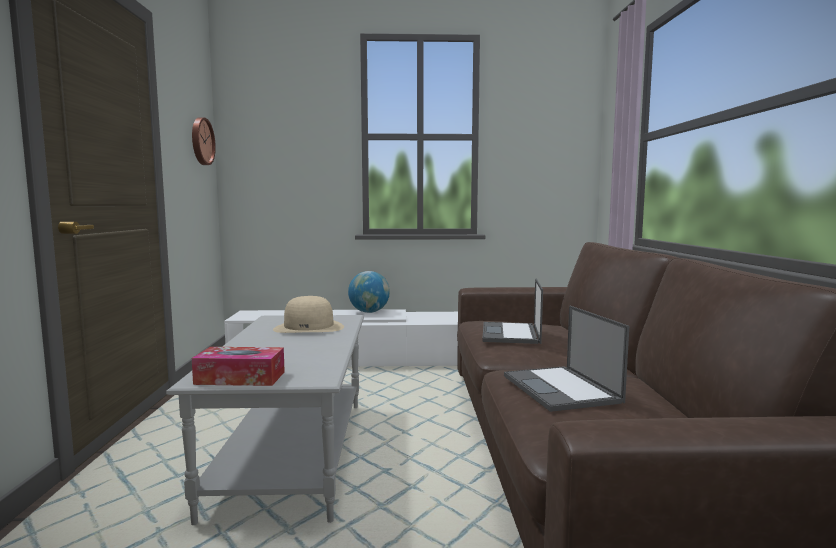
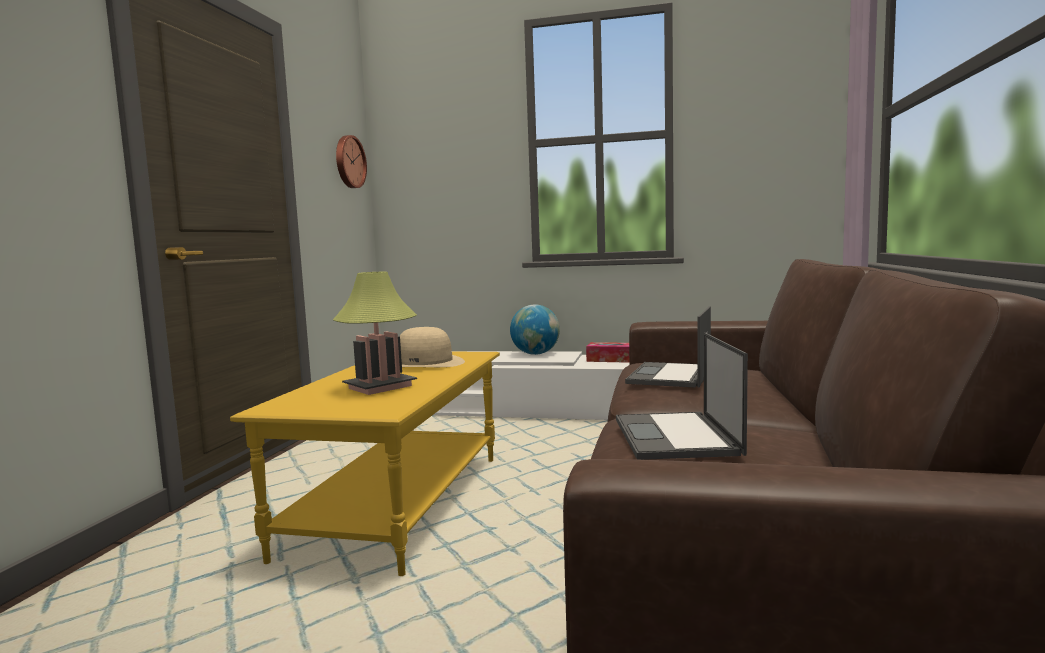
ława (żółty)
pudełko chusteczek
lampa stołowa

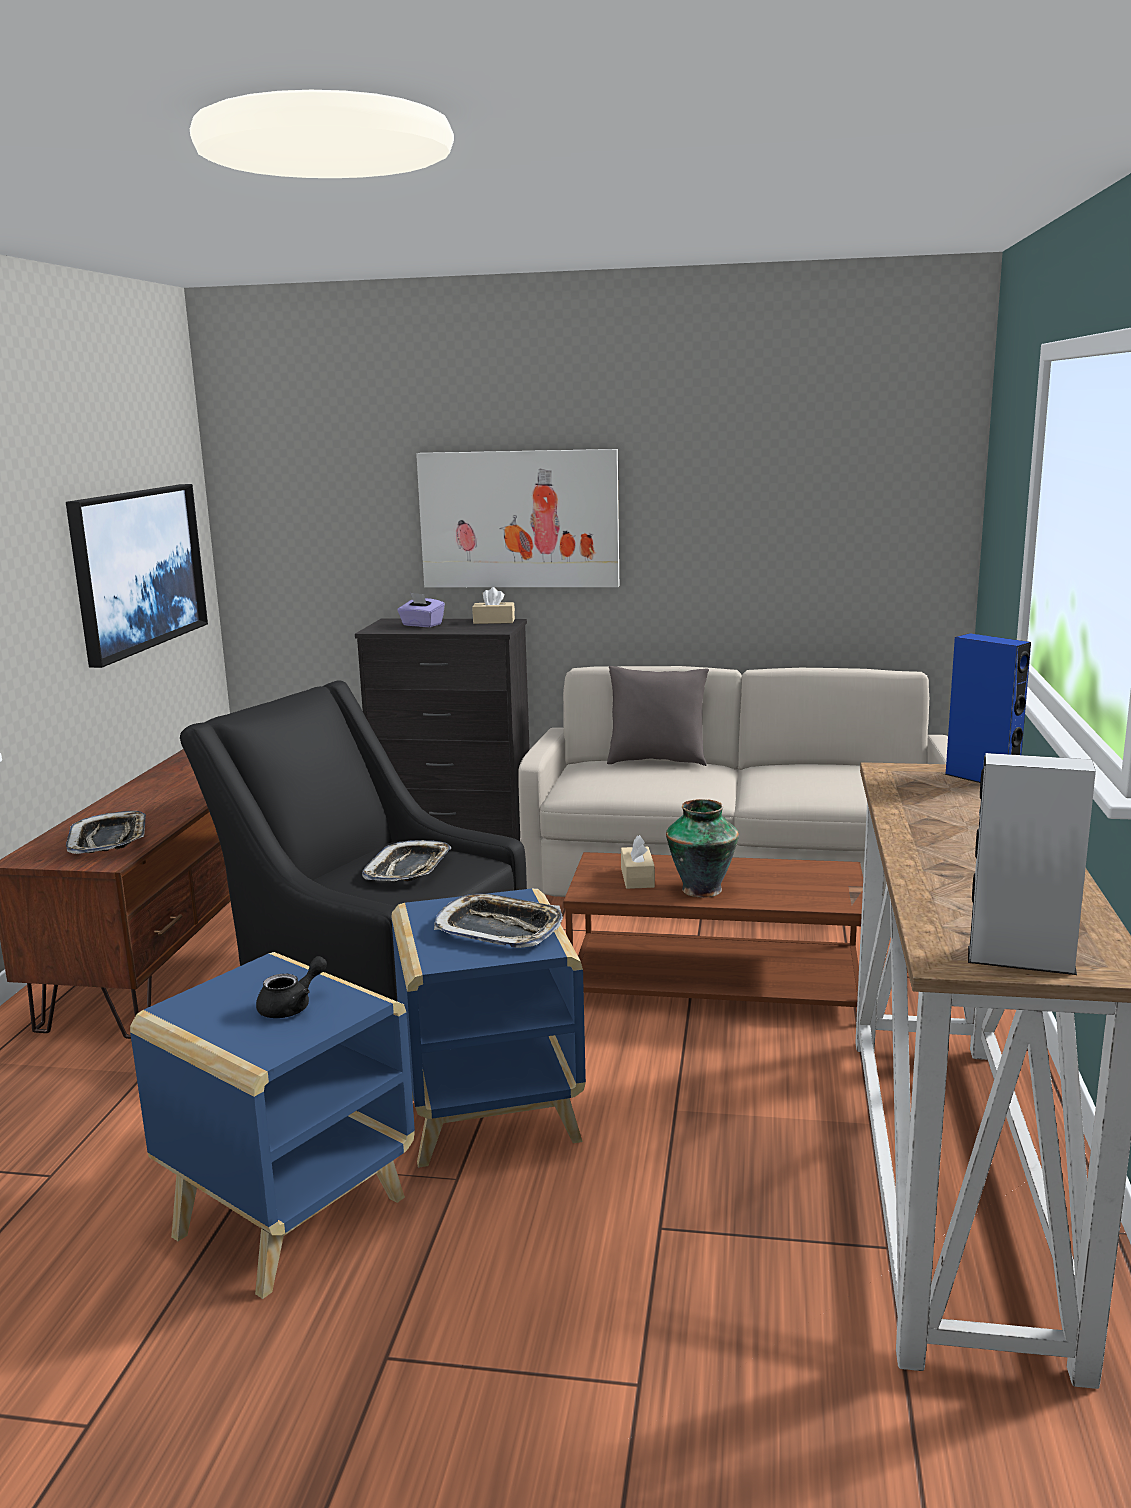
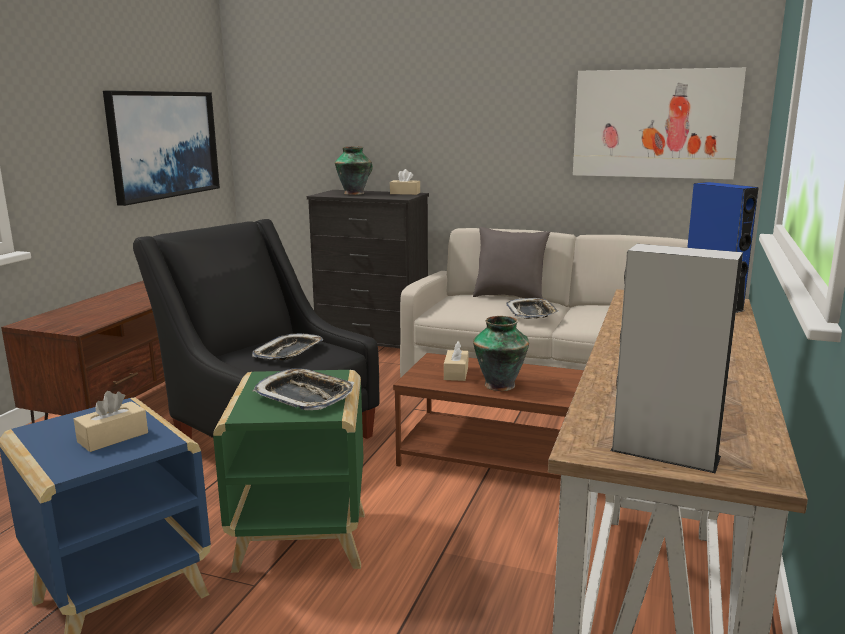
obraz (no. 2 from left)
wazon (no. 1 from left)
taca (no. 3 from left)
stolik (zielony)
pudełko chusteczek (beżowy) (no. 1 from left)

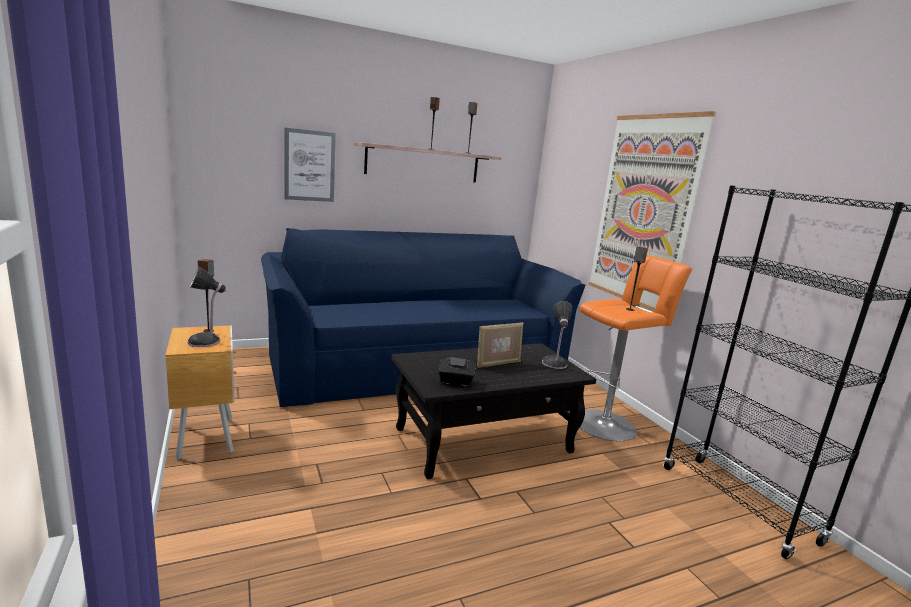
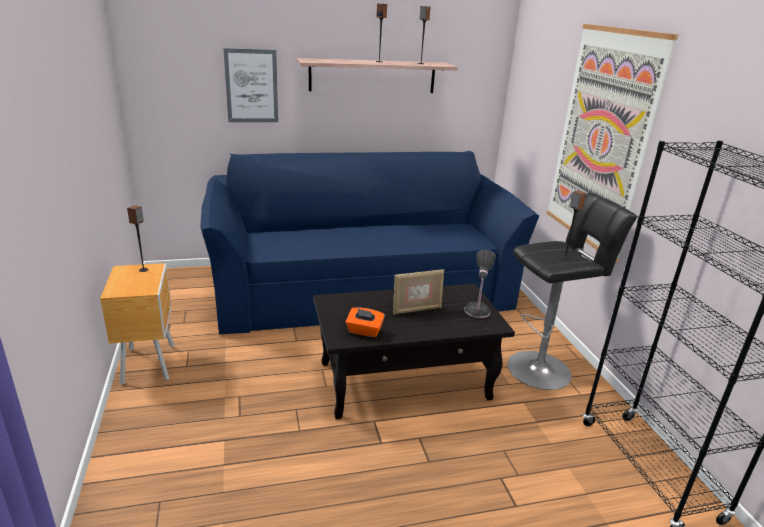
stołek (czarny)
lampa stołowa (no. 1 from left in the first image)
pudełko chusteczek (pomarańczowy)

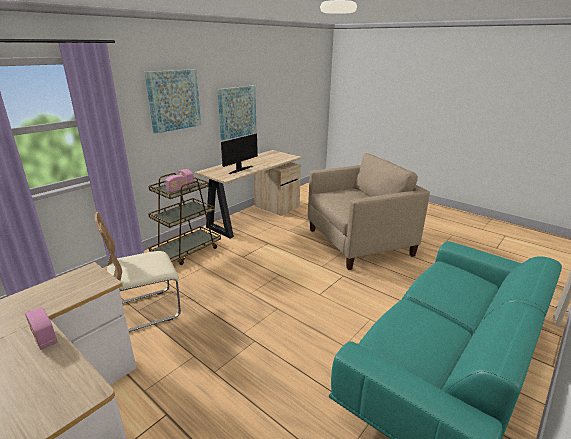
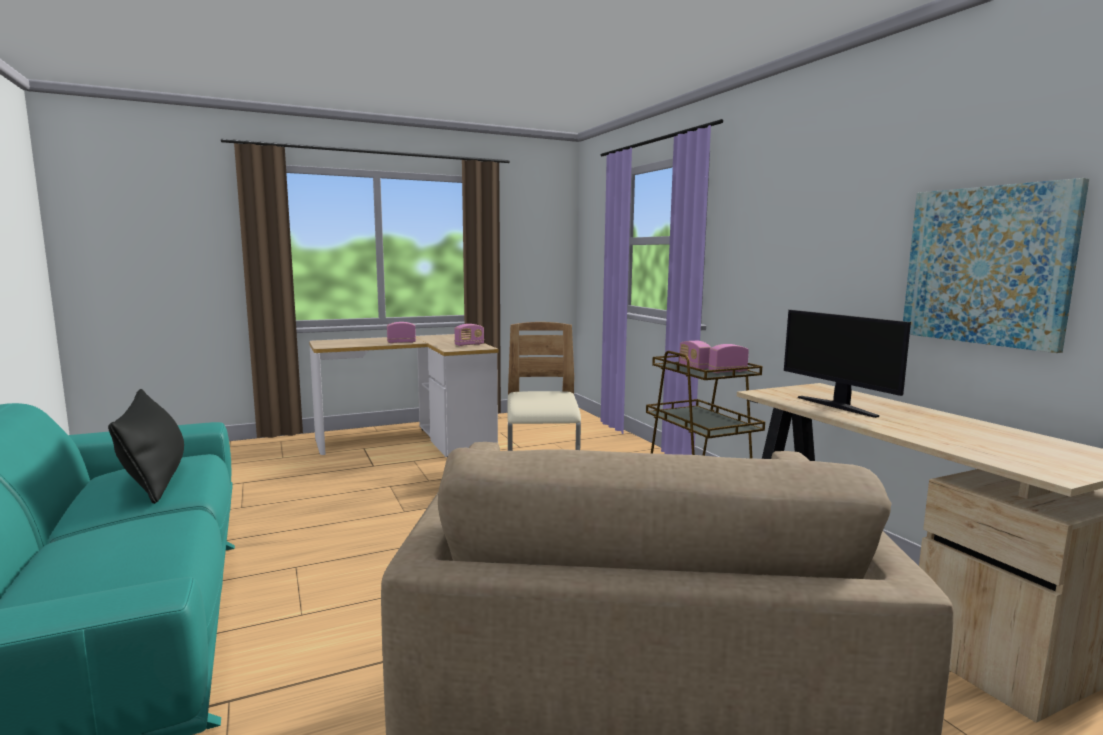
obraz (no. 1 from left in the first image)
radio (no. 2 from left)
poduszka (czarny)

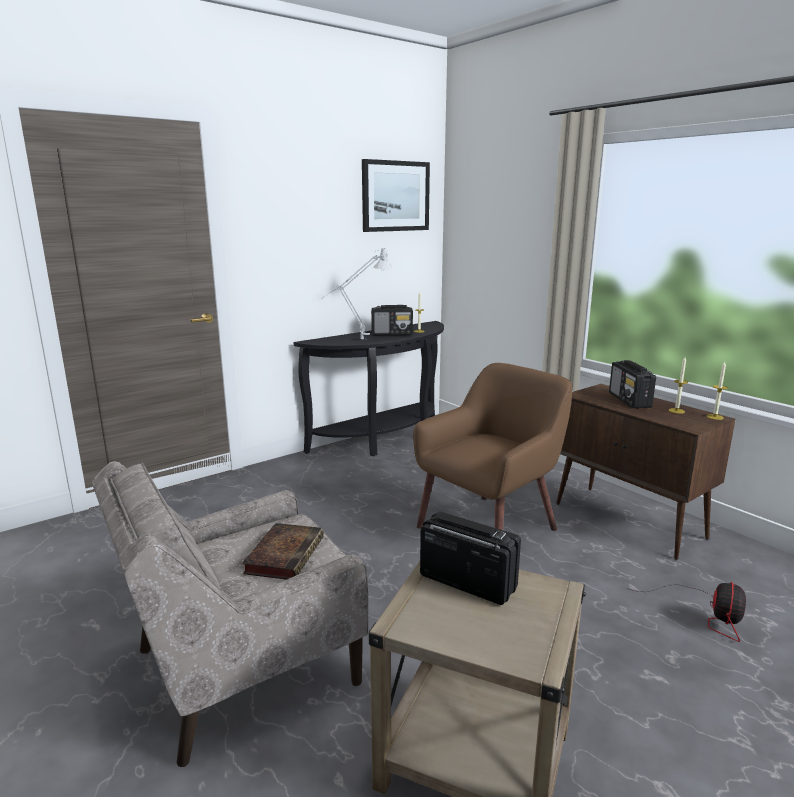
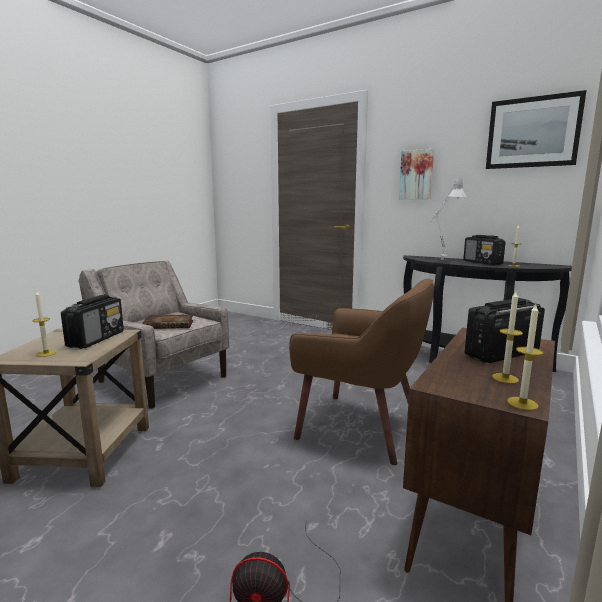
obraz (no. 1 from left)
świeca (no. 1 from left)

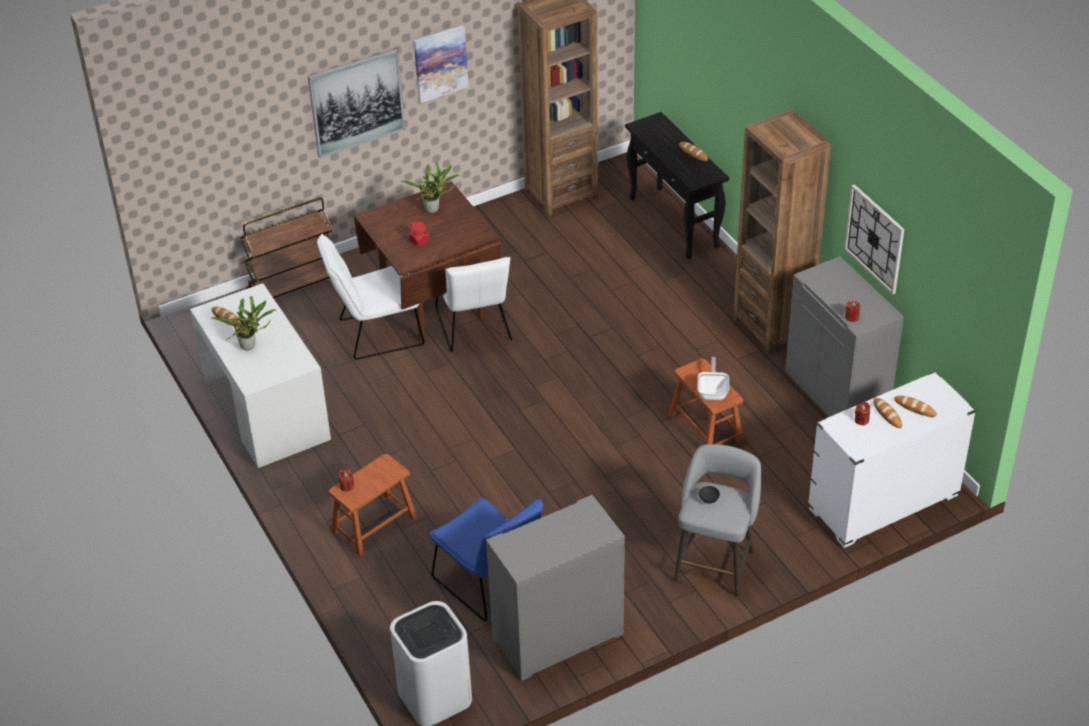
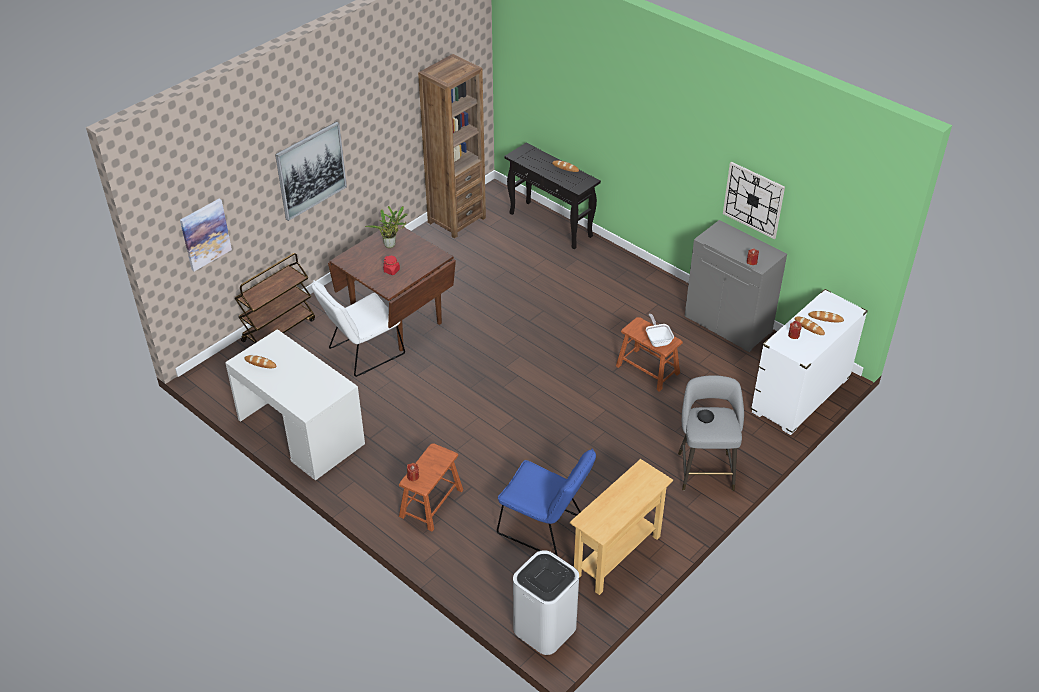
obraz (no. 1 from left)
regał (brązowy) (no. 2 from left in the first image)
krzesło (biały) (no. 2 from left in the first image)
roślina doniczkowa (no. 1 from left in the first image)
stolik konsolowy (beżowy)

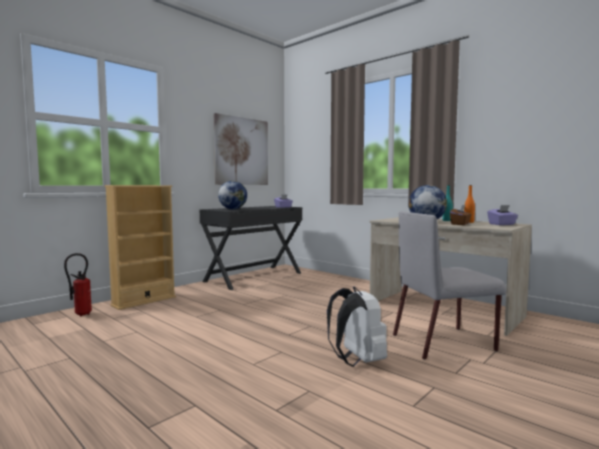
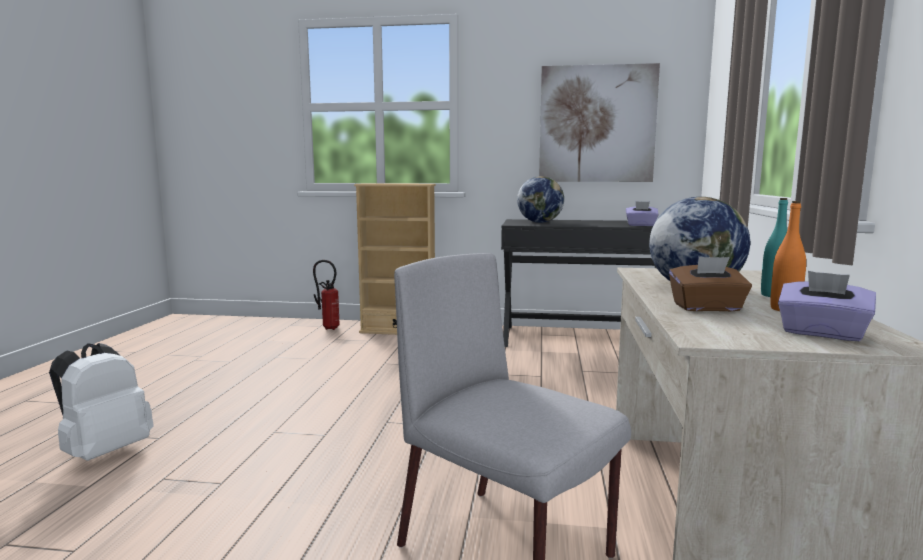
plecak (biały)

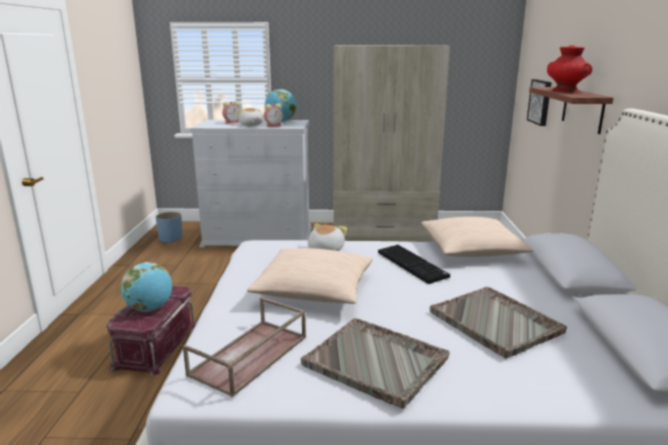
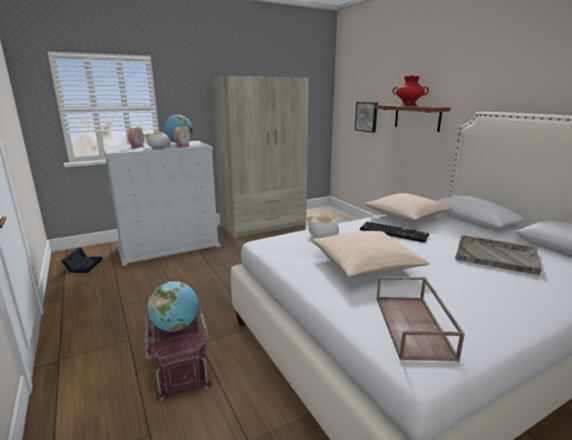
pojemnik do przechowywania (czarny)
taca (szary) (no. 1 from left in the first image)

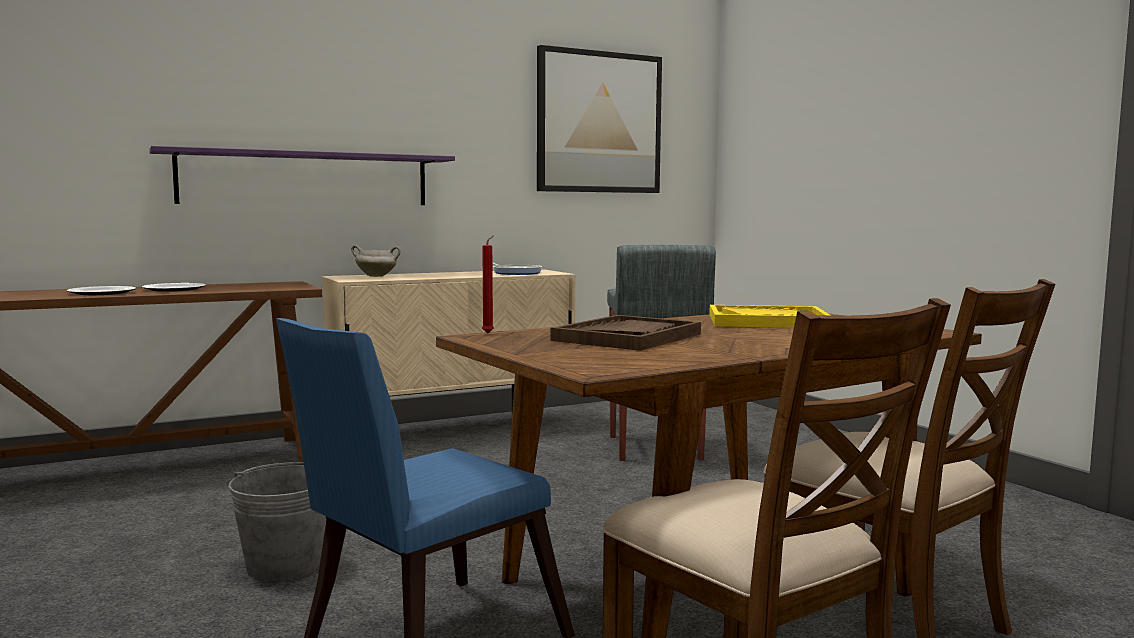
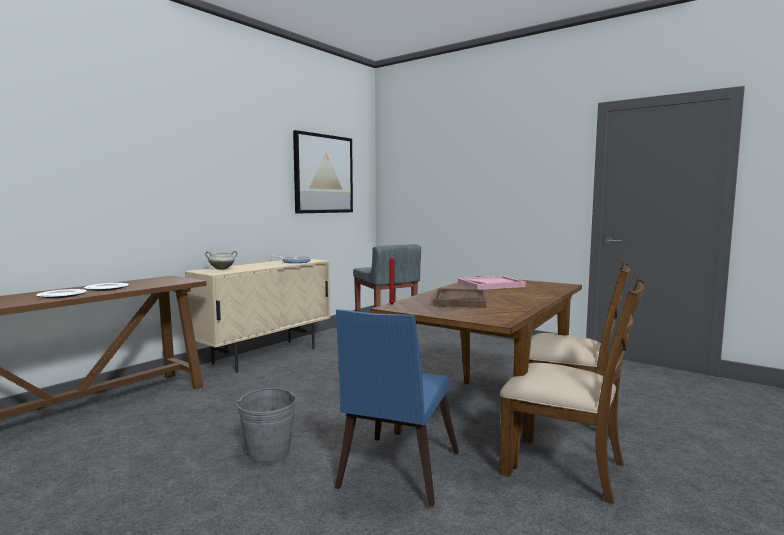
półka (fioletowy)
taca (różowy)

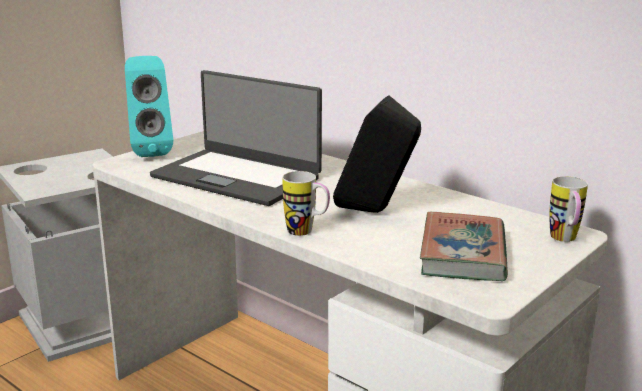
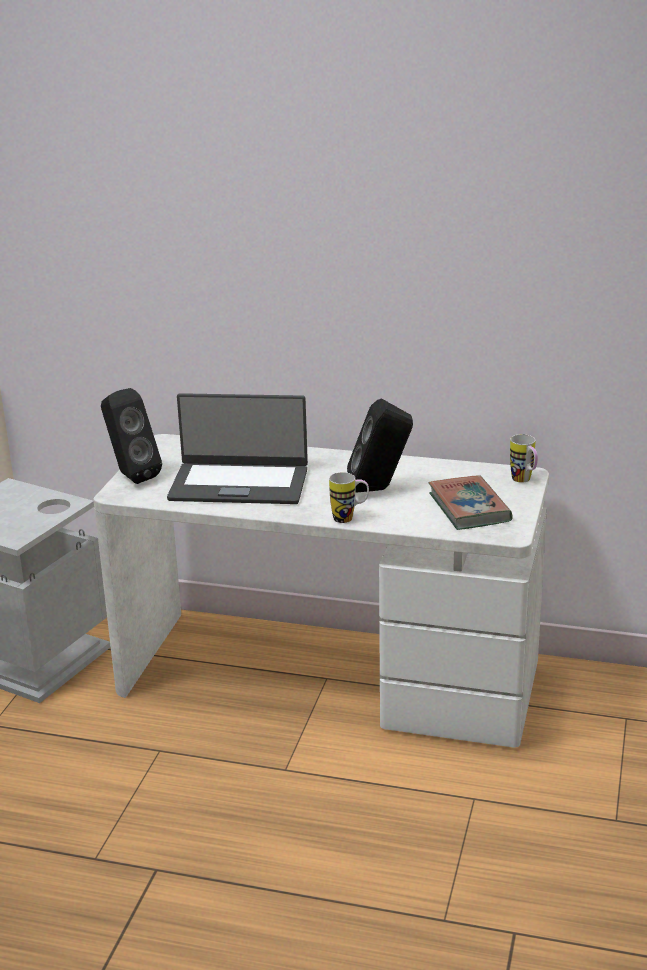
głośnik (czarny) (no. 1 from left)

